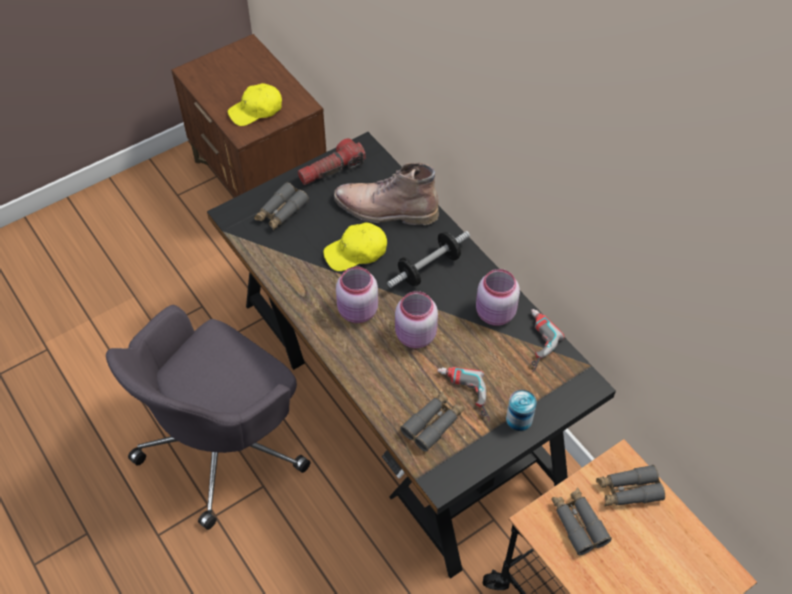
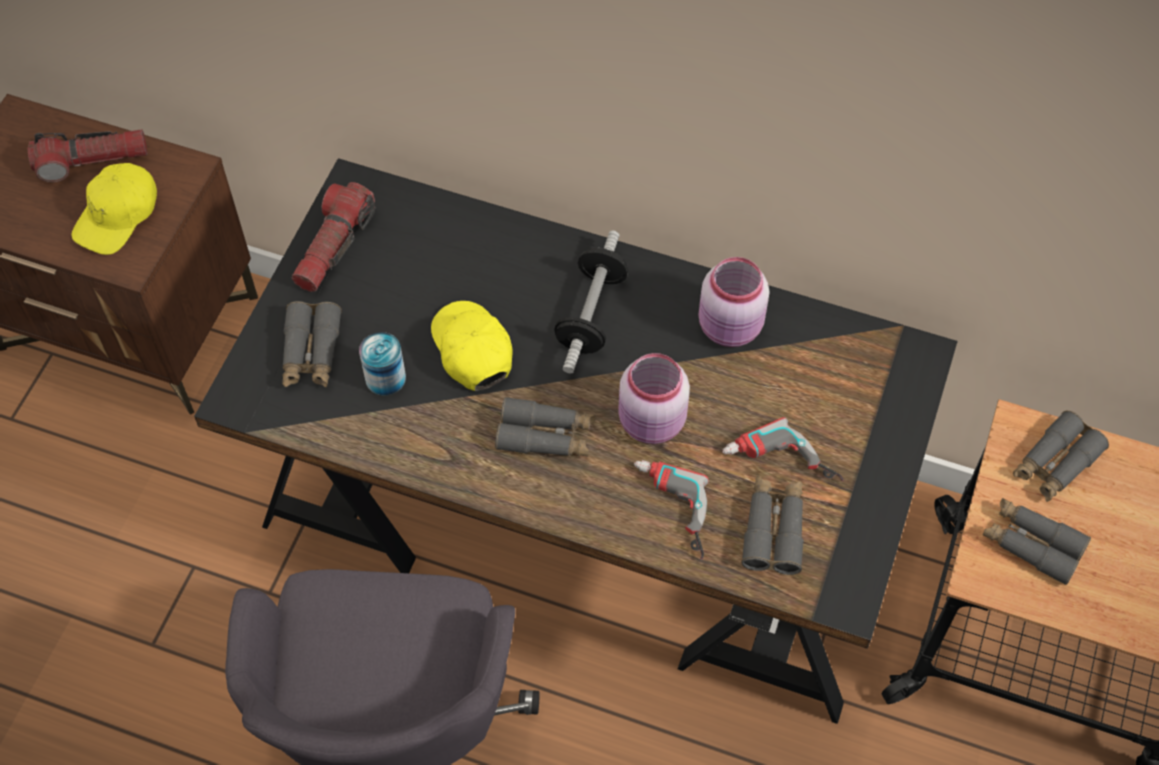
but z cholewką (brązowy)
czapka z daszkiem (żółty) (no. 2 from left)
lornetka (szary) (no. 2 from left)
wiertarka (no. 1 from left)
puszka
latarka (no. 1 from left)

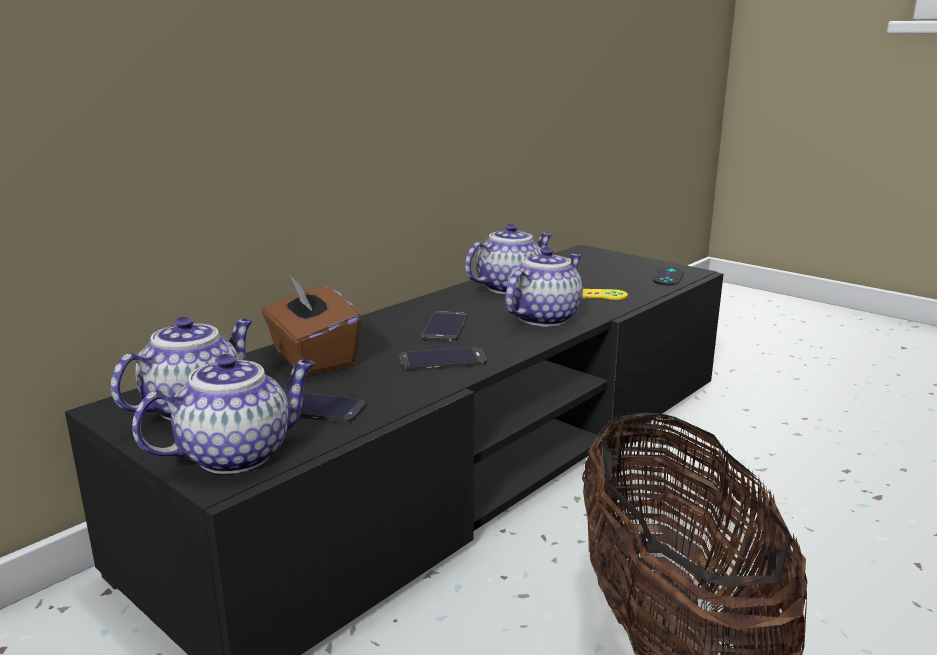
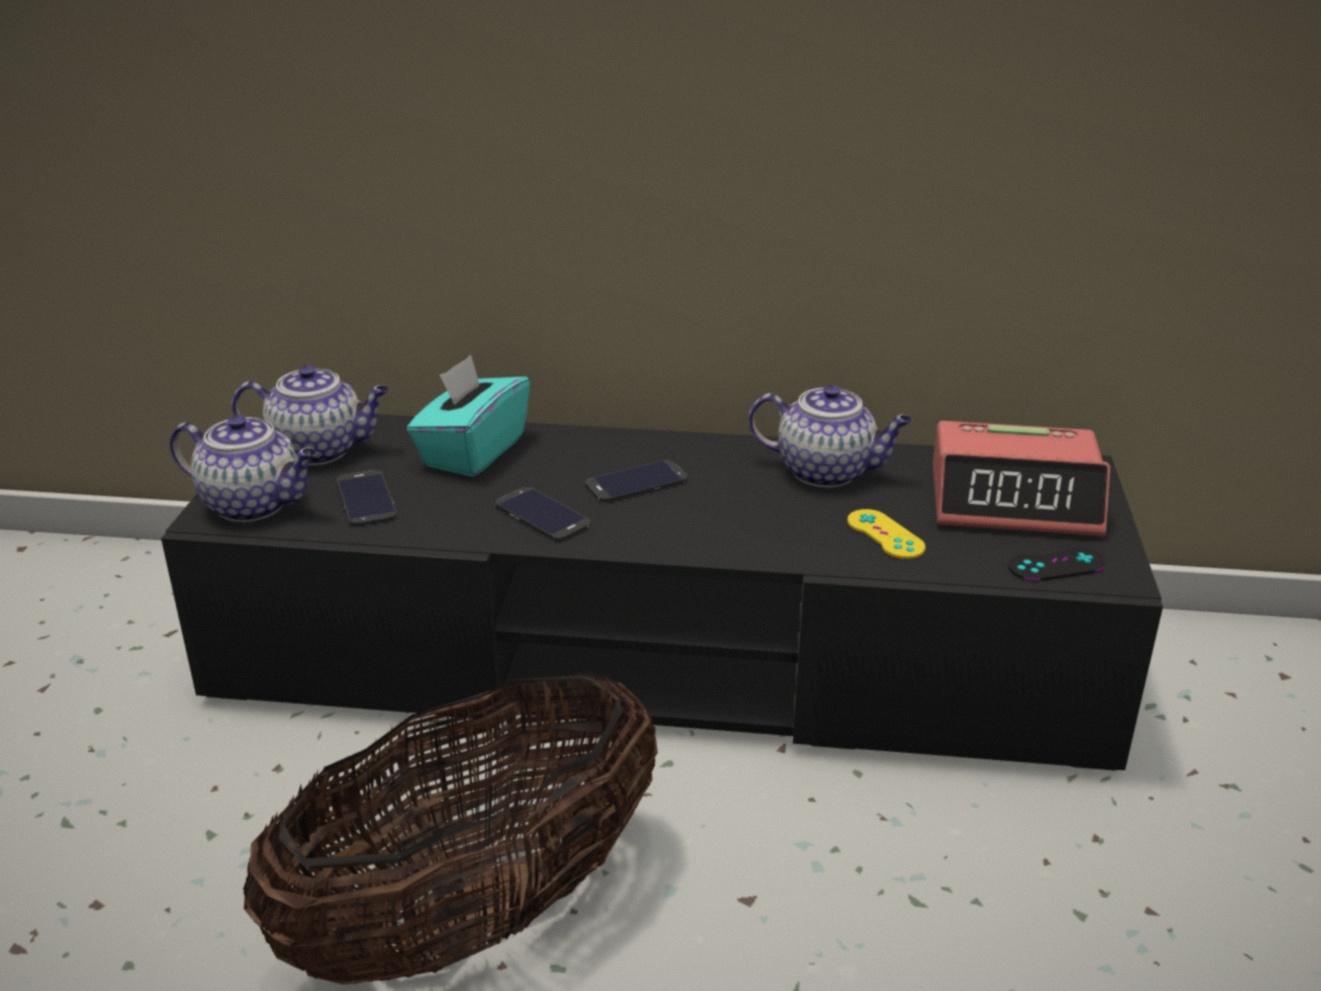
imbryk (no. 4 from left in the first image)
pudełko chusteczek (turkusowy)
budzik

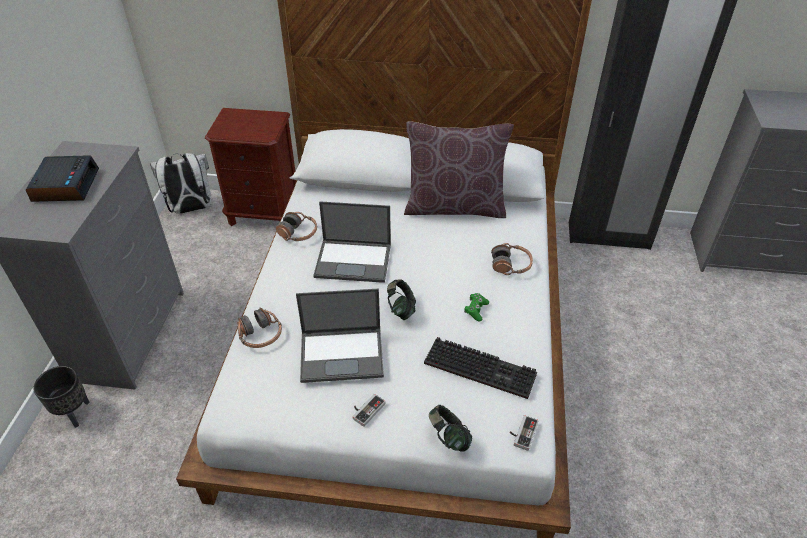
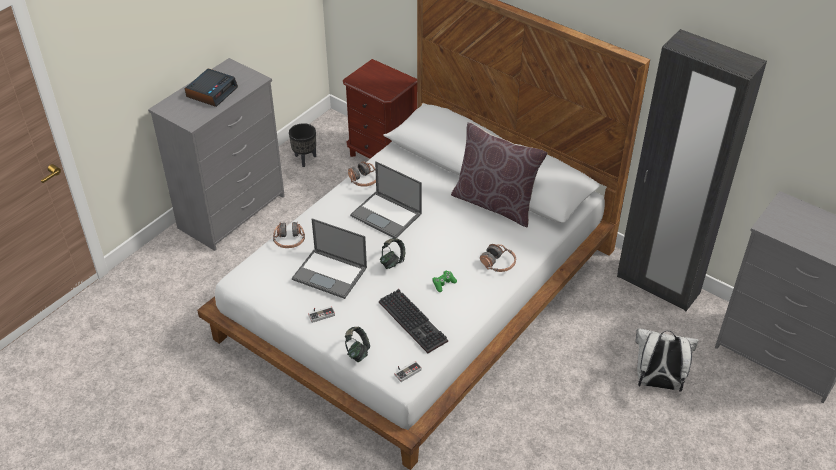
plecak (biały)
donica (czarny)

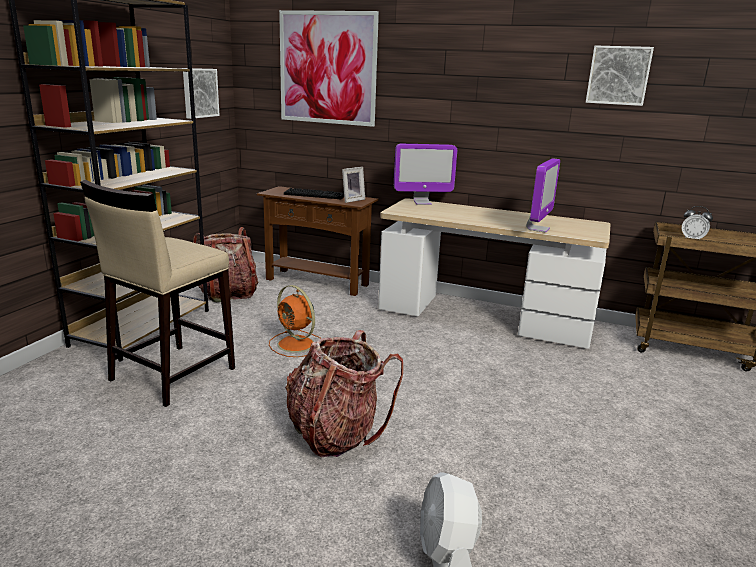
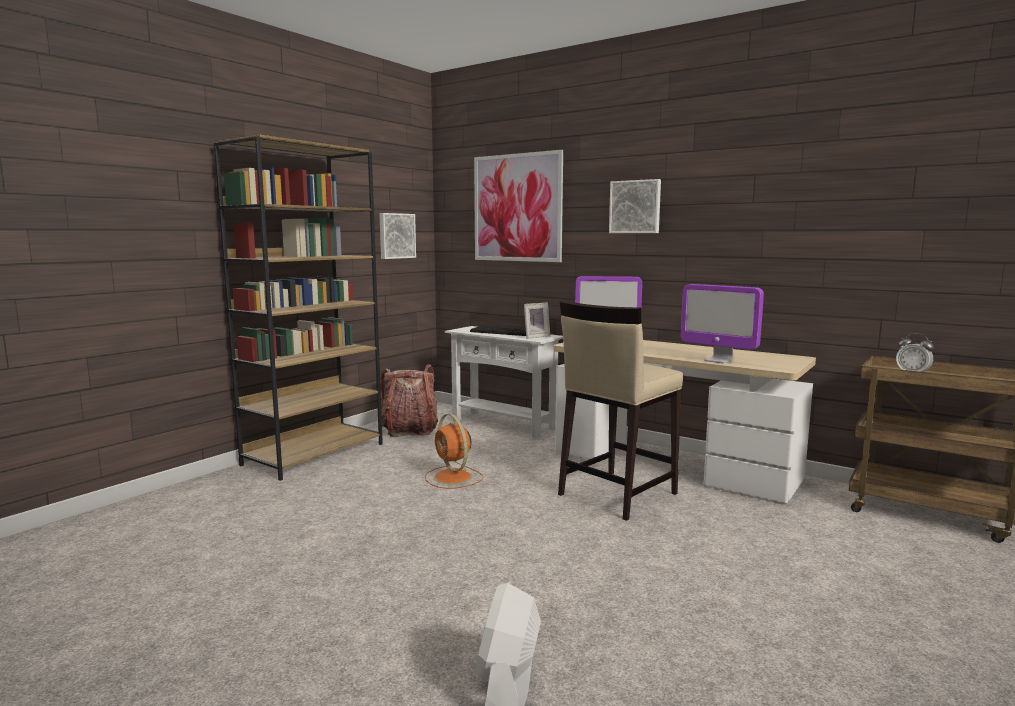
obraz (no. 3 from left)
monitor (no. 2 from left)
stołek (beżowy)
stolik konsolowy (biały)
plecak (no. 2 from left in the first image)

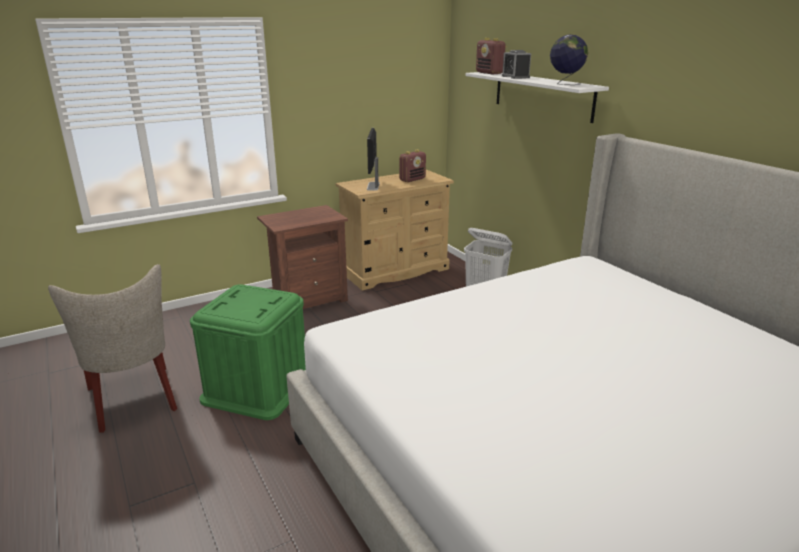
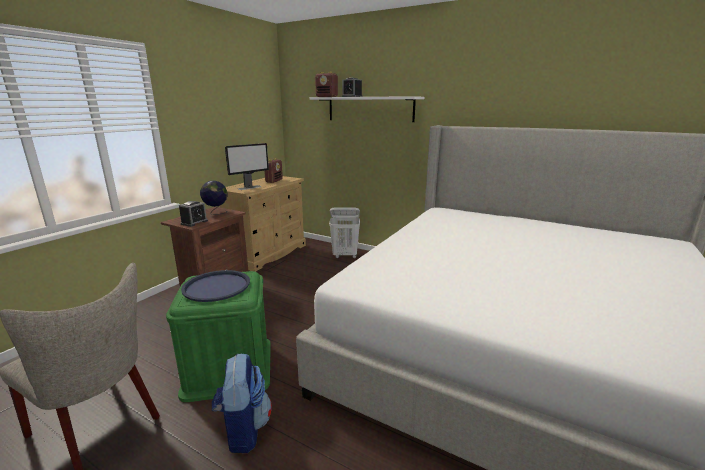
globus
monitor
budzik (no. 1 from left)
taca (niebieski)
plecak

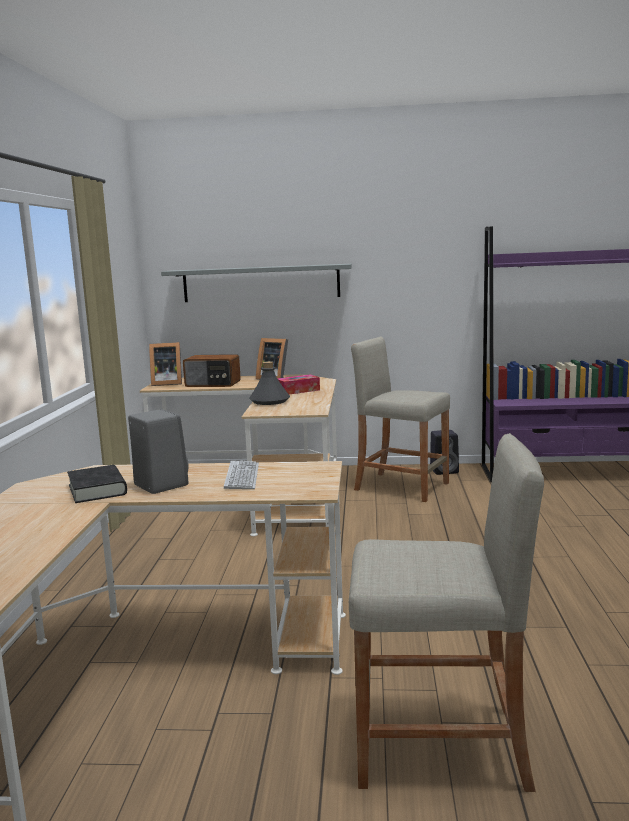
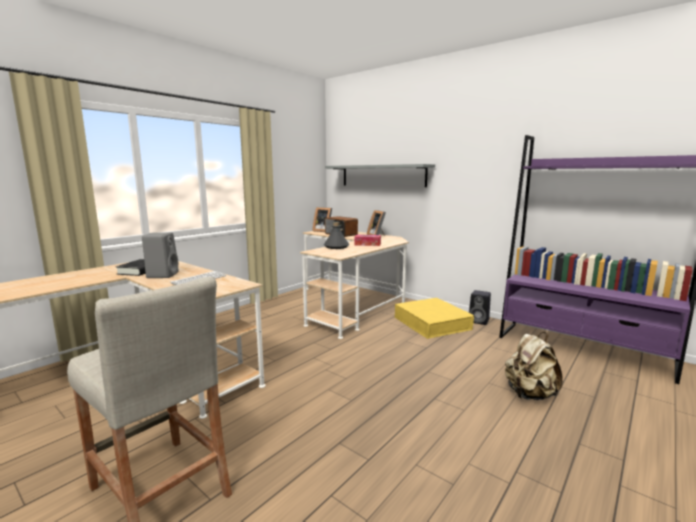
pojemnik do przechowywania (żółty)
plecak (beżowy)

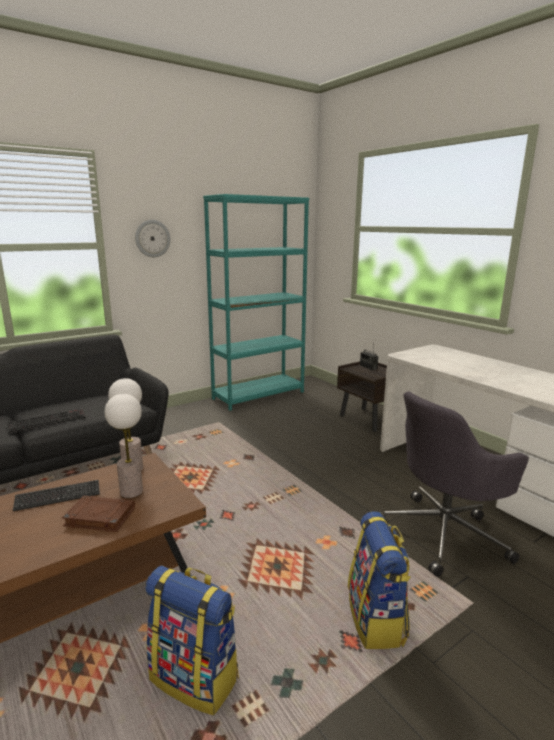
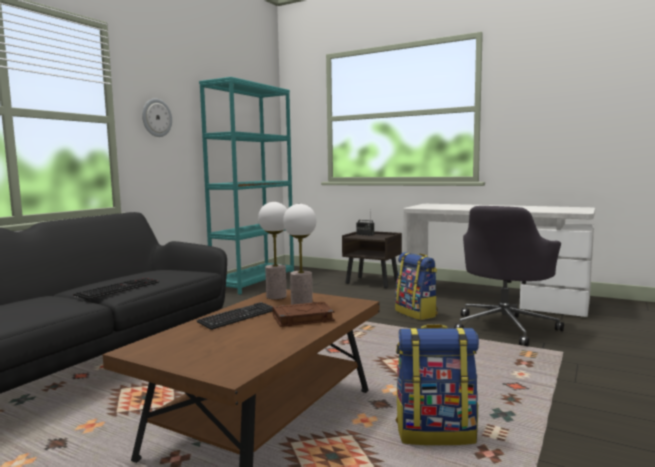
plecak (no. 1 from left)

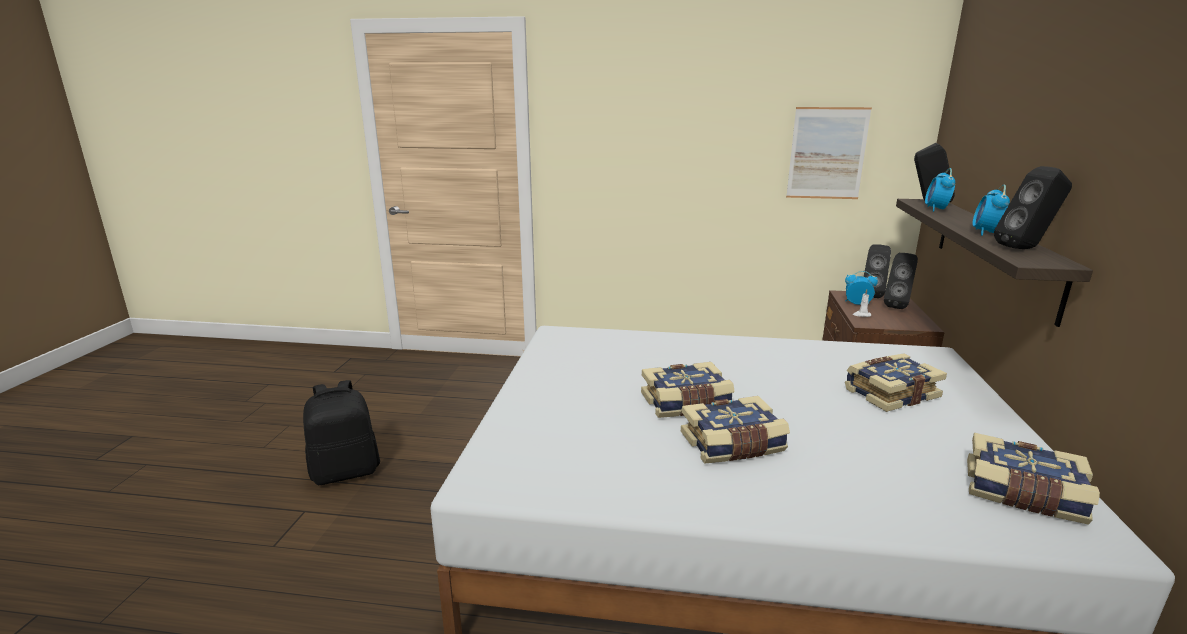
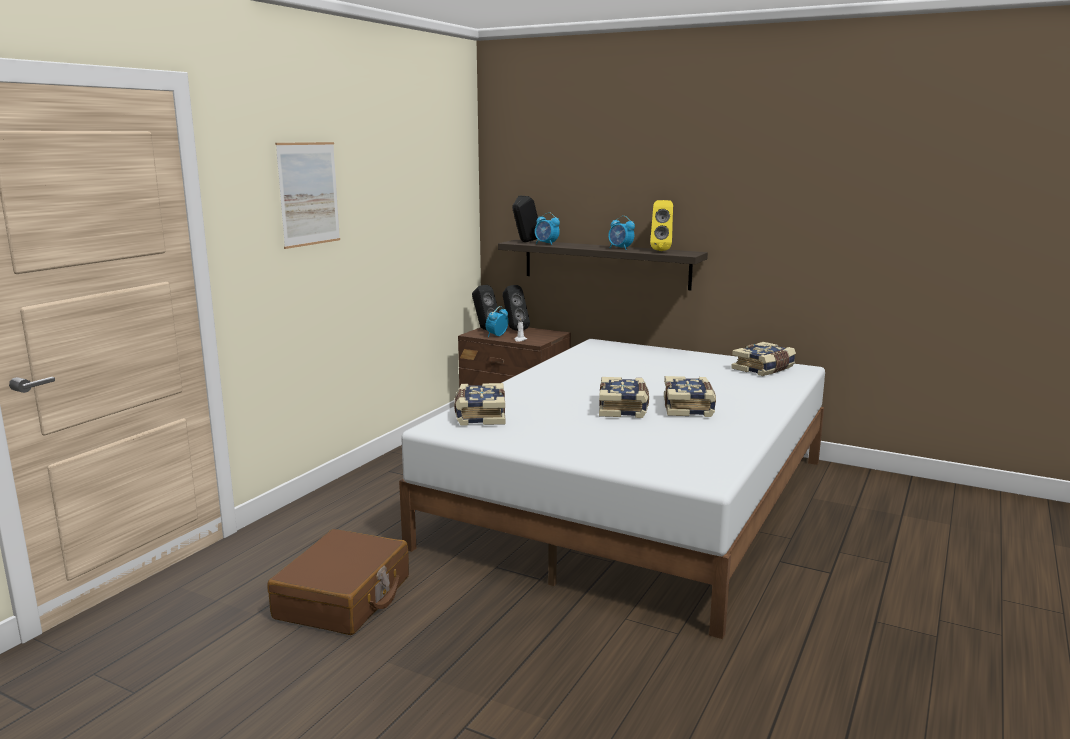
obraz
głośnik (żółty)
książka (no. 1 from left)
plecak (czarny)
walizka (brązowy)

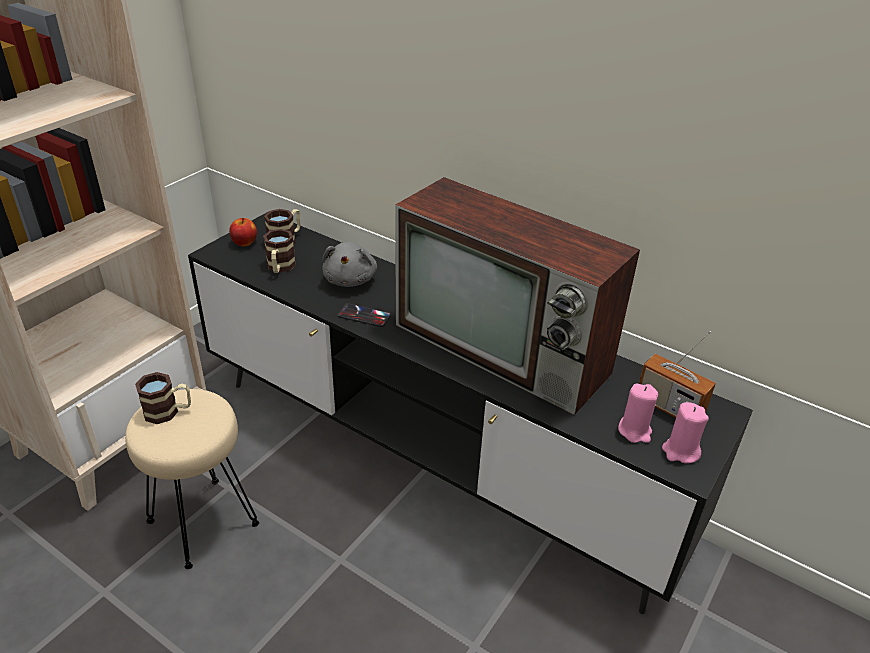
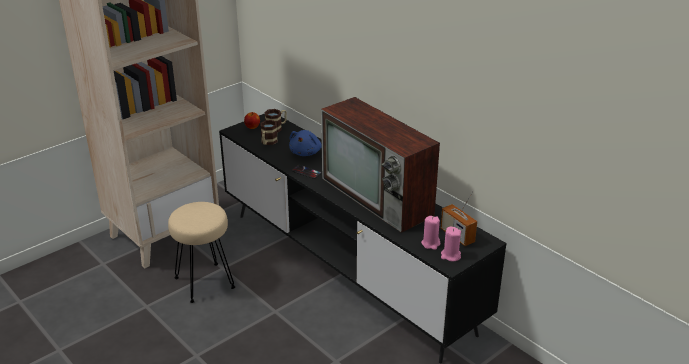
pluszak (niebieski)
kubek (no. 1 from left in the first image)

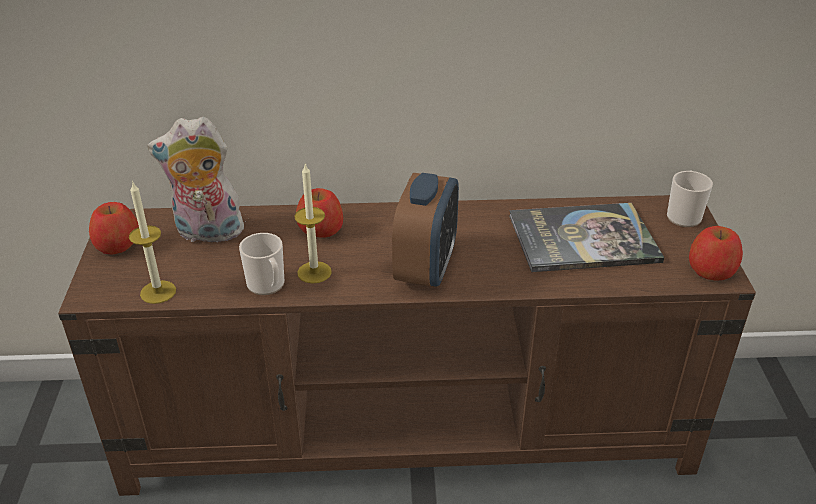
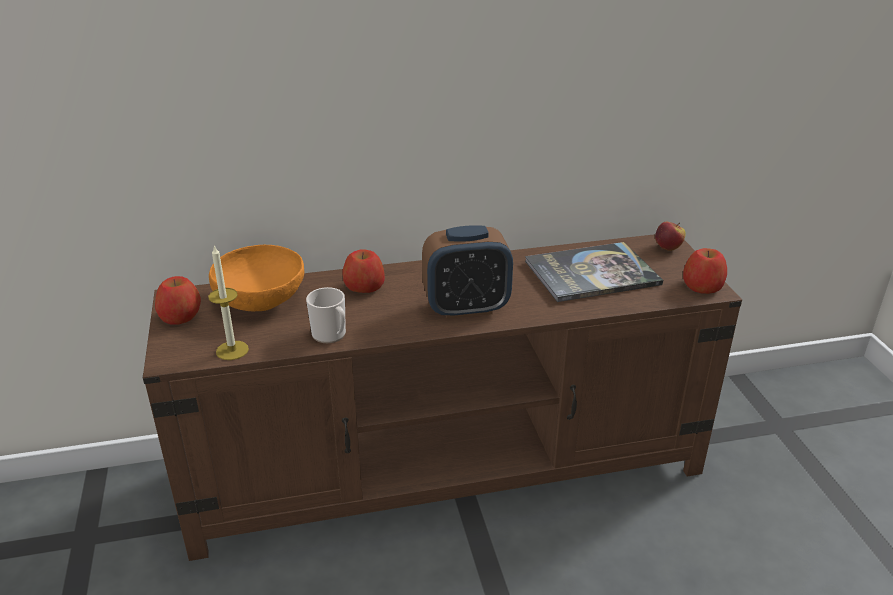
miska (pomarańczowy)
świeca (no. 2 from left in the first image)
jabłko (no. 3 from left)
budzik

